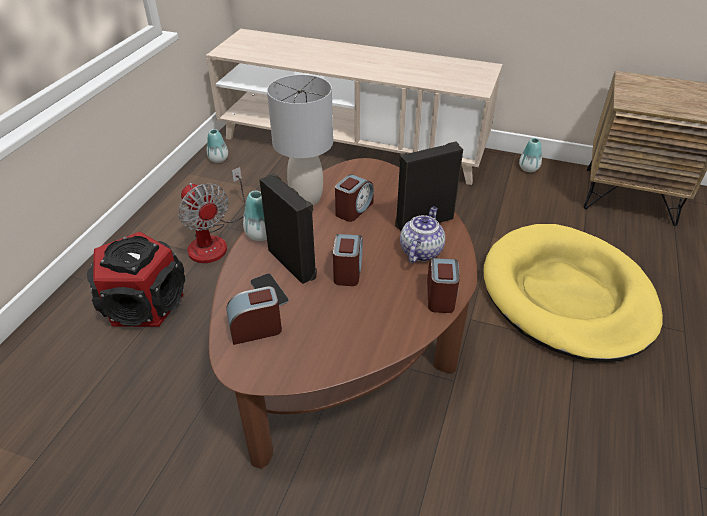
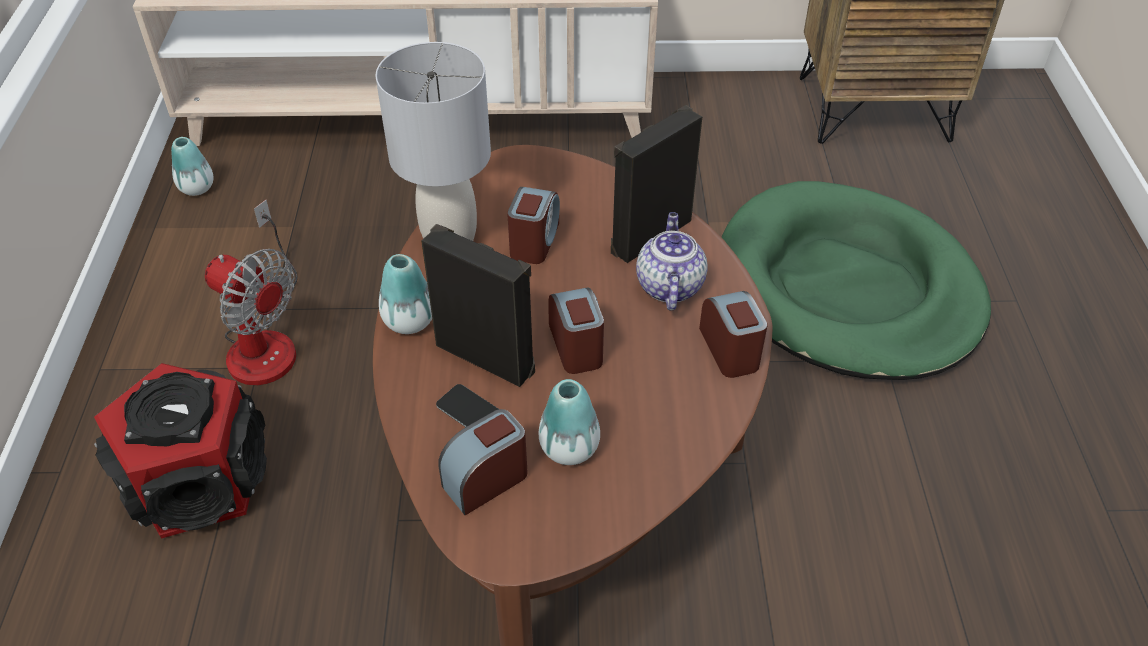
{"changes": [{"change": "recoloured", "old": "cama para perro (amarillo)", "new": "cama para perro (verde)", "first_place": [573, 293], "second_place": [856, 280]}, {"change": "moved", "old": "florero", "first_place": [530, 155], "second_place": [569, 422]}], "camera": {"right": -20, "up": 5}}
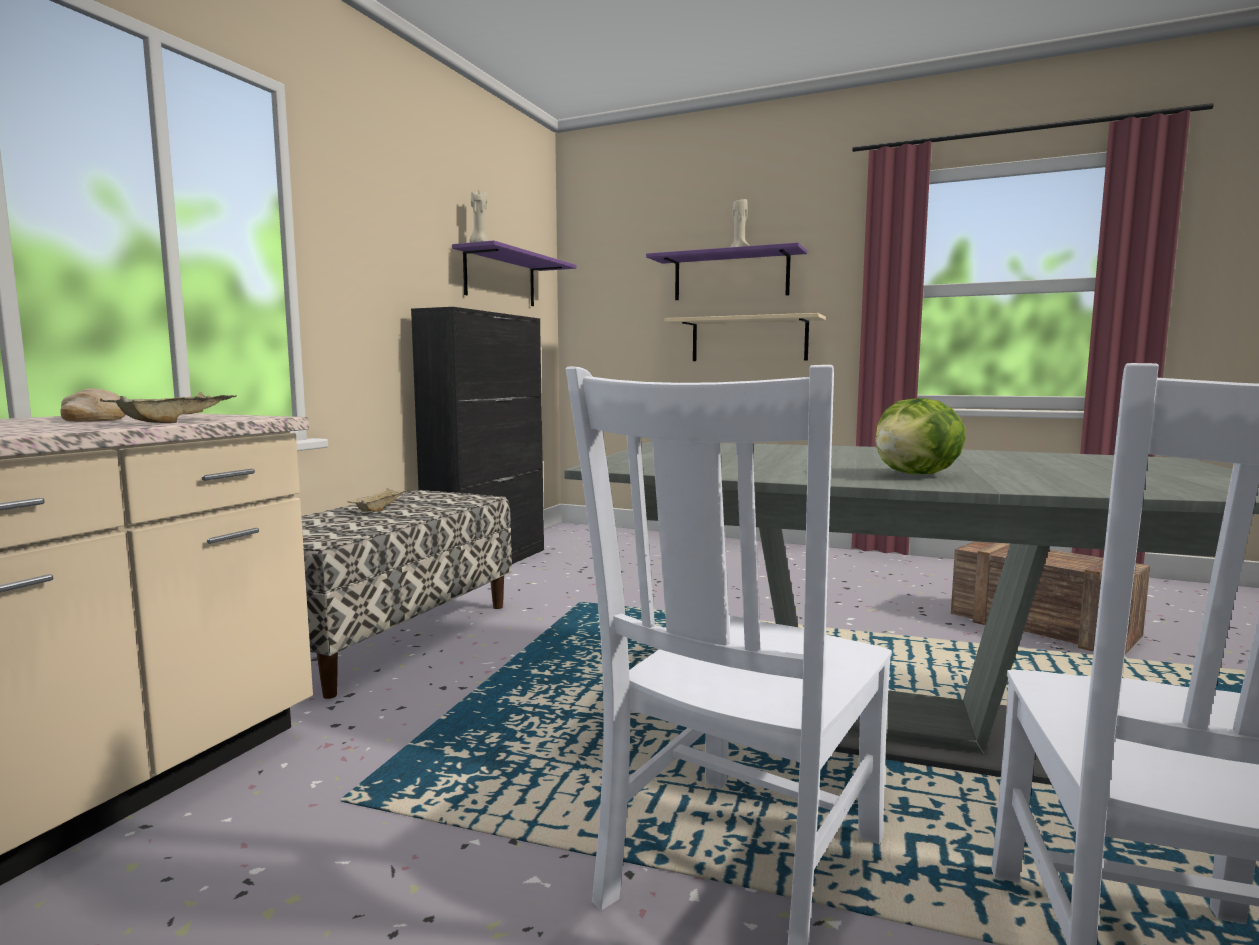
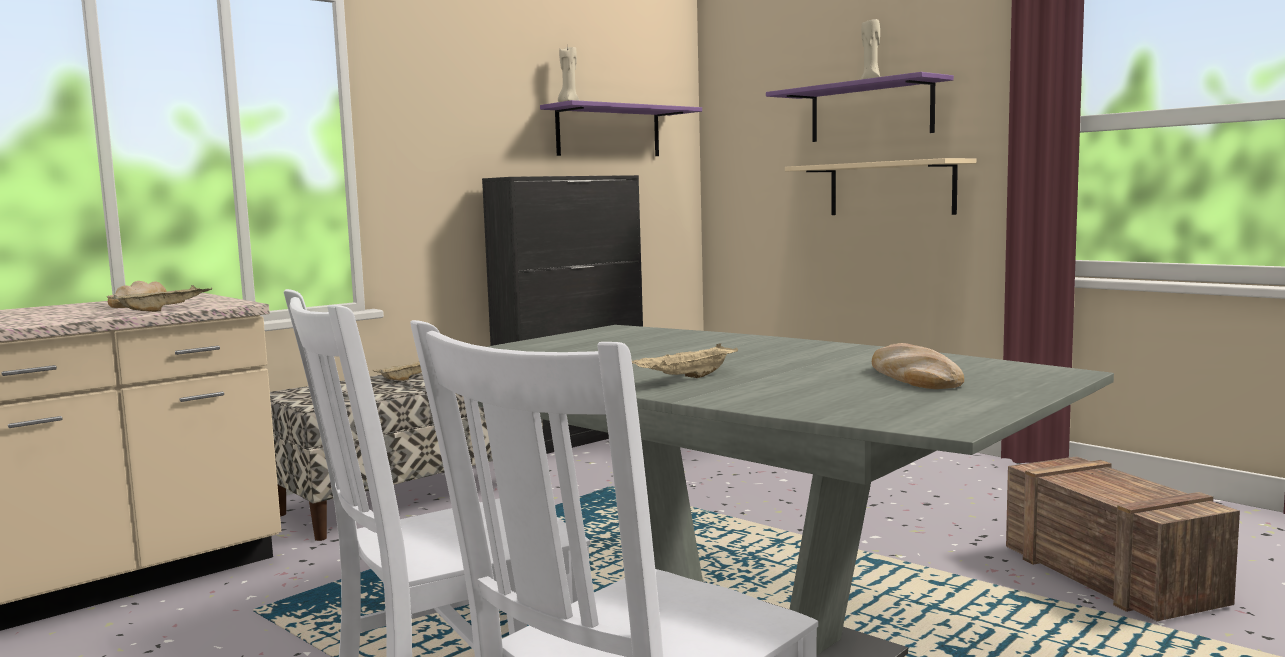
{"changes": [{"change": "replaced", "old": "lechuga", "new": "bandeja (beis)", "first_place": [920, 436], "second_place": [685, 360]}, {"change": "added", "new": "pan", "second_place": [918, 366]}], "camera": {"right": 25, "up": 0}}
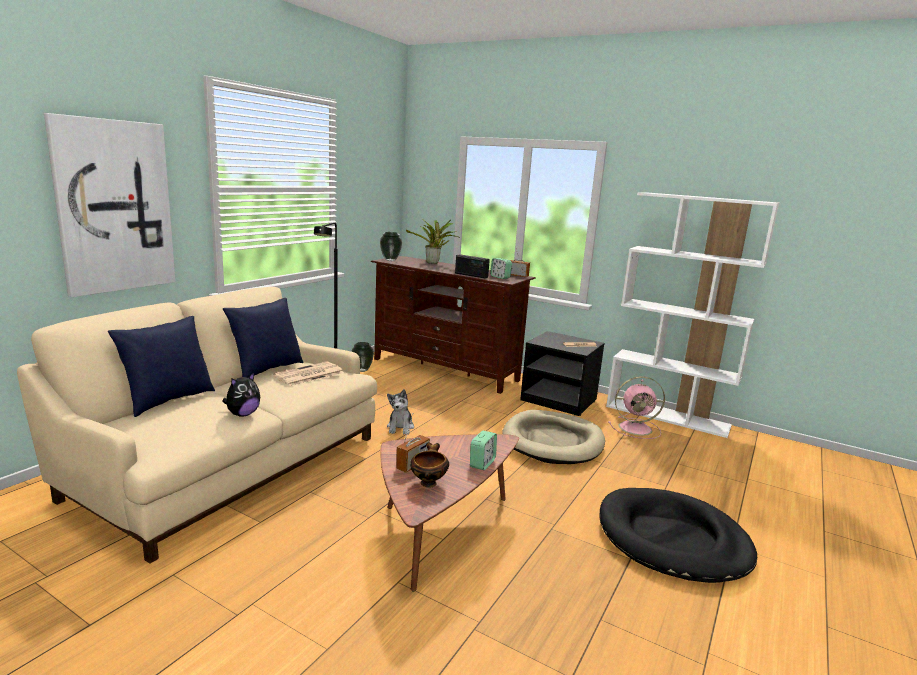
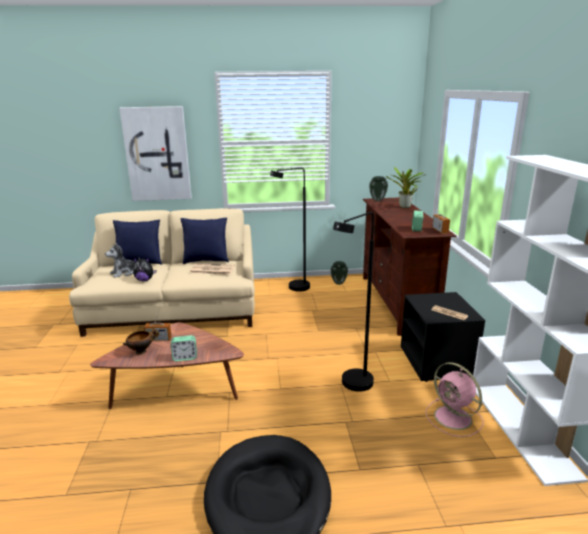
{"changes": [{"change": "moved", "old": "peluche", "first_place": [400, 412], "second_place": [122, 260]}, {"change": "removed", "old": "radio", "first_place": [472, 266]}, {"change": "replaced", "old": "cama para perro (beis)", "new": "lámpara de pie (negro)", "first_place": [553, 437], "second_place": [353, 302]}], "camera": {"right": 55, "up": 5}}
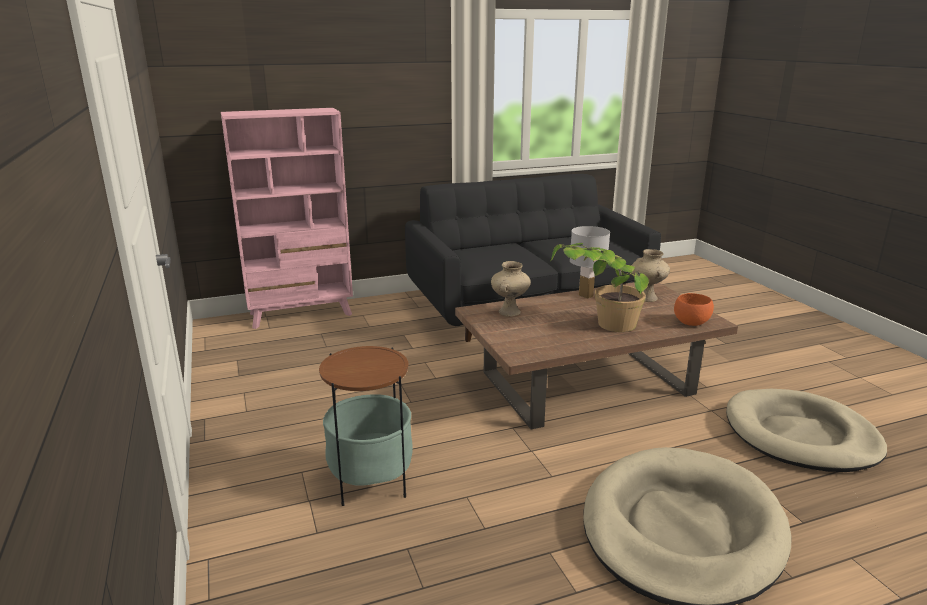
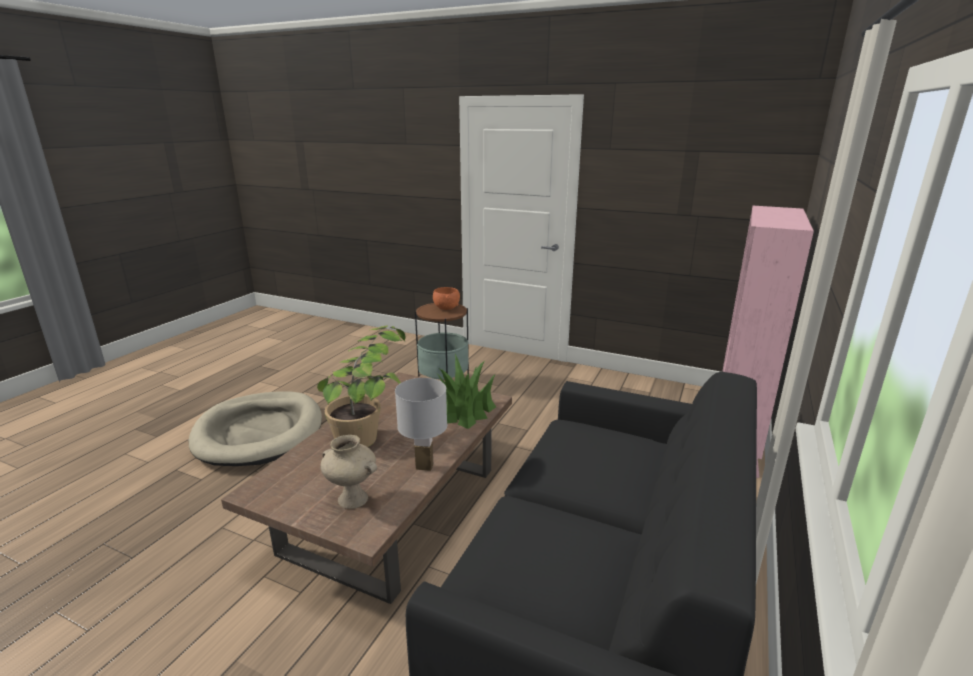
{"changes": [{"change": "replaced", "old": "florero (beis)", "new": "planta en maceta", "first_place": [511, 289], "second_place": [466, 391]}, {"change": "moved", "old": "cuenco (naranja)", "first_place": [694, 309], "second_place": [446, 298]}, {"change": "removed", "old": "cama para perro (beis)", "first_place": [806, 430]}], "camera": {"right": 135, "up": 0}}
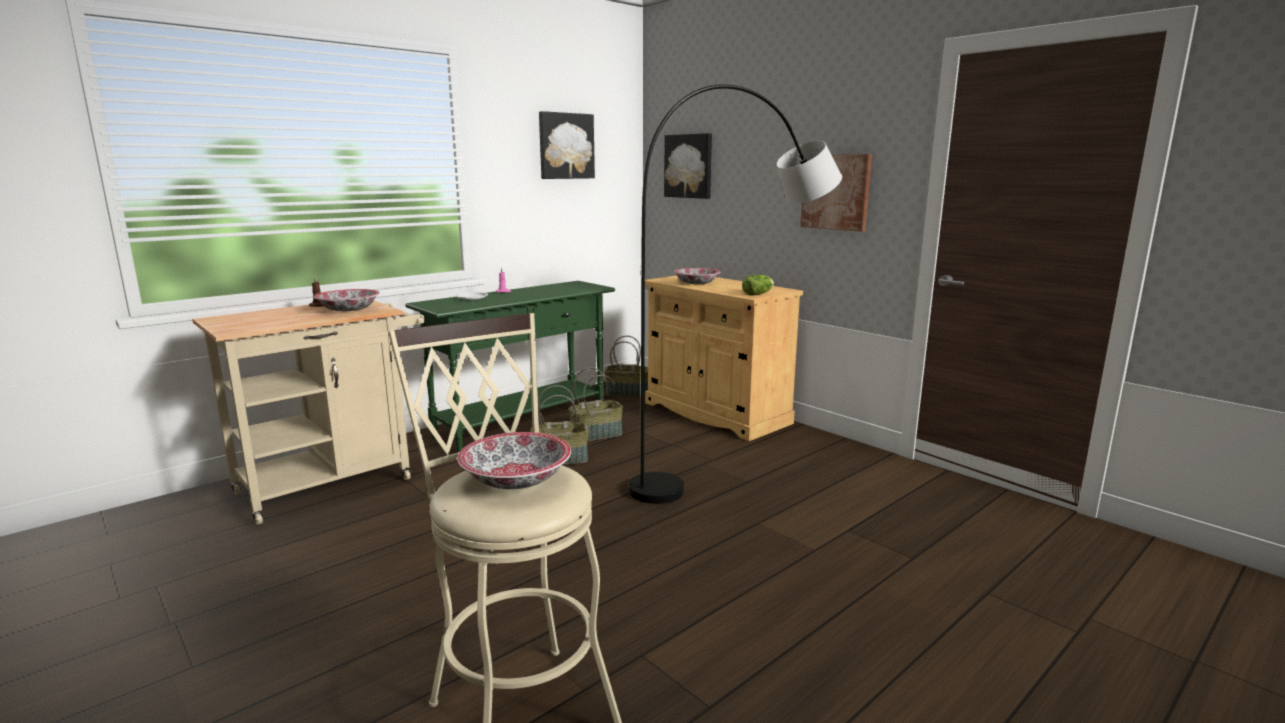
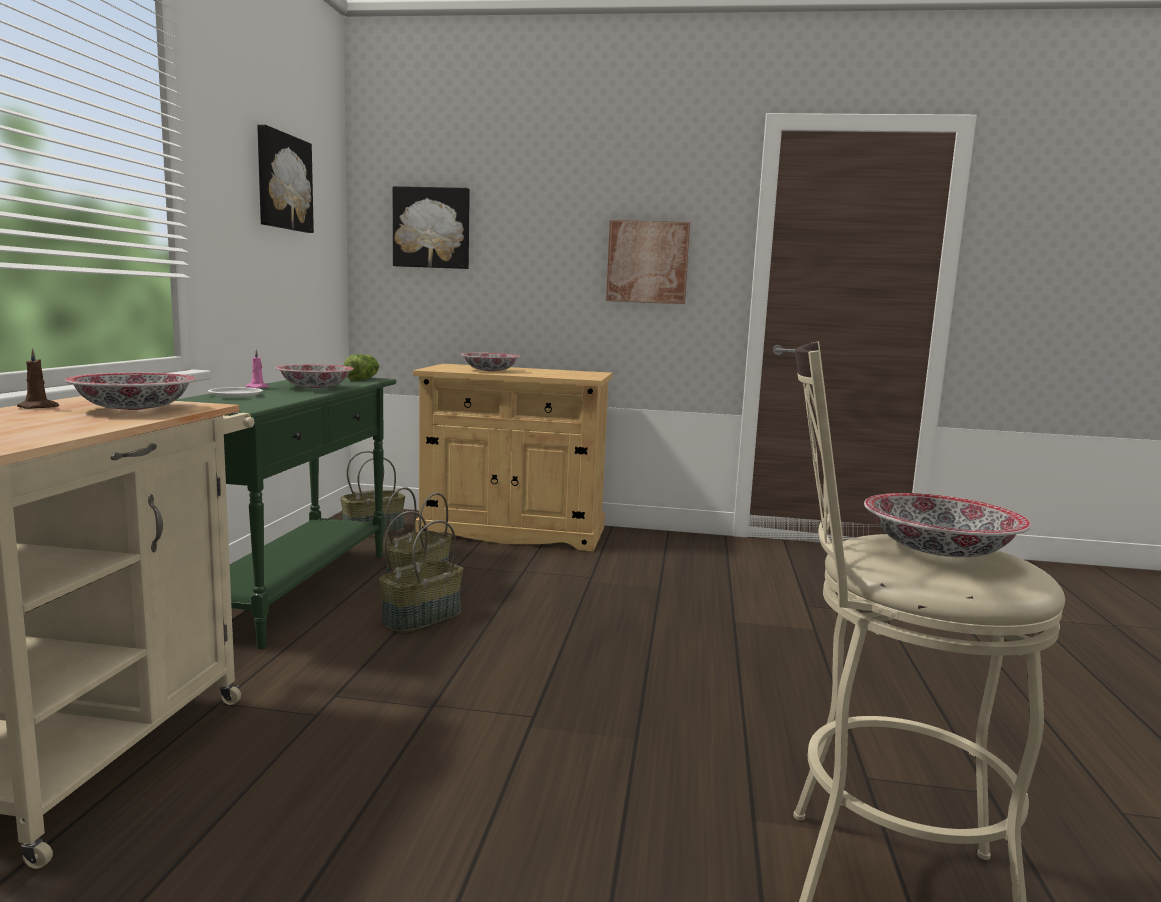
{"changes": [{"change": "removed", "old": "lámpara de pie (negro)", "first_place": [735, 294]}, {"change": "moved", "old": "lechuga", "first_place": [758, 285], "second_place": [361, 367]}, {"change": "added", "new": "cuenco", "second_place": [315, 376]}], "camera": {"right": -40, "up": -5}}
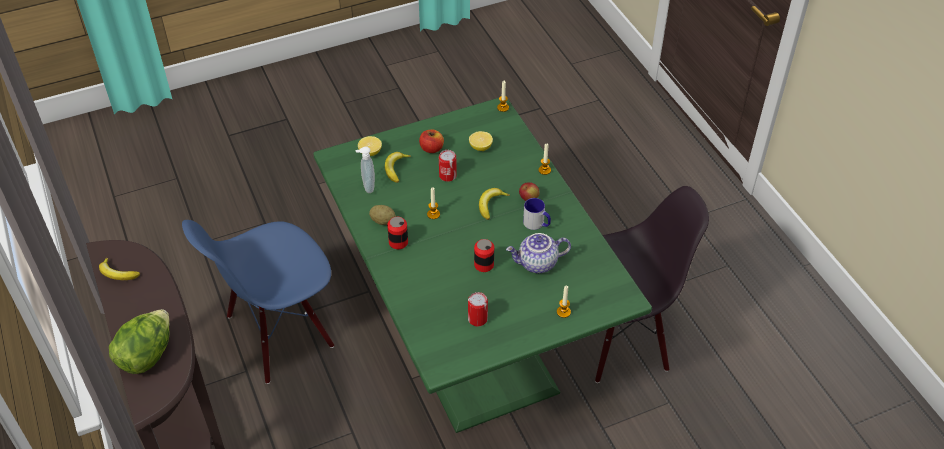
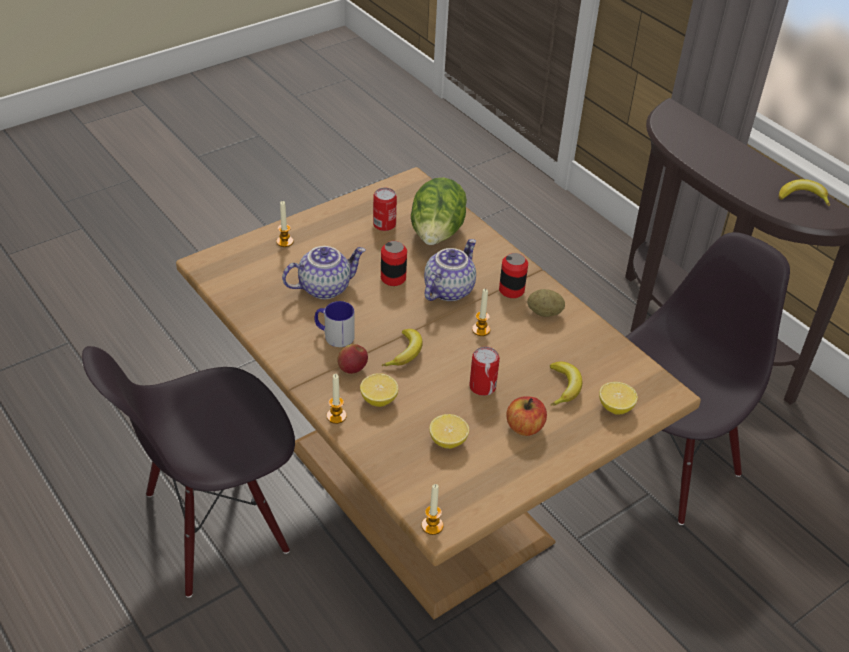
{"changes": [{"change": "moved", "old": "lechuga", "first_place": [139, 341], "second_place": [439, 211]}, {"change": "recoloured", "old": "silla (azul)", "new": "silla (negro)", "first_place": [258, 302], "second_place": [708, 378]}, {"change": "recoloured", "old": "mesa de comedor (verde)", "new": "mesa de comedor (marrón)", "first_place": [482, 265], "second_place": [438, 393]}, {"change": "removed", "old": "dispensador de jabón", "first_place": [365, 169]}, {"change": "added", "new": "limón", "second_place": [379, 390]}, {"change": "added", "new": "tetera", "second_place": [450, 270]}], "camera": {"right": 165, "up": -5}}
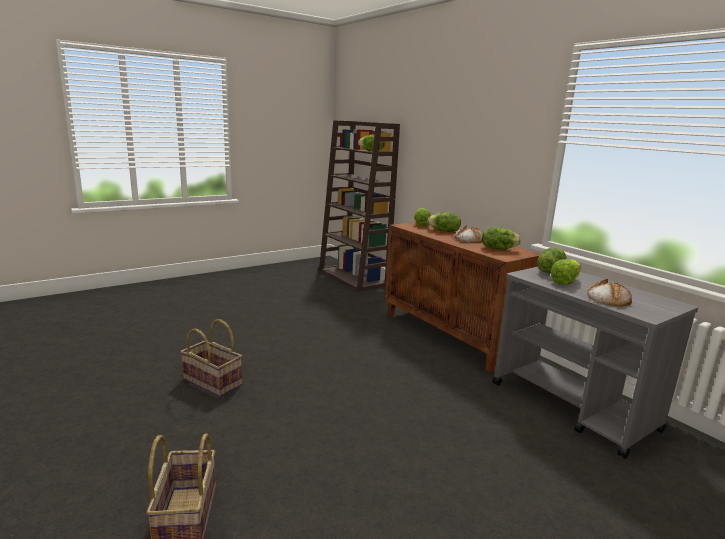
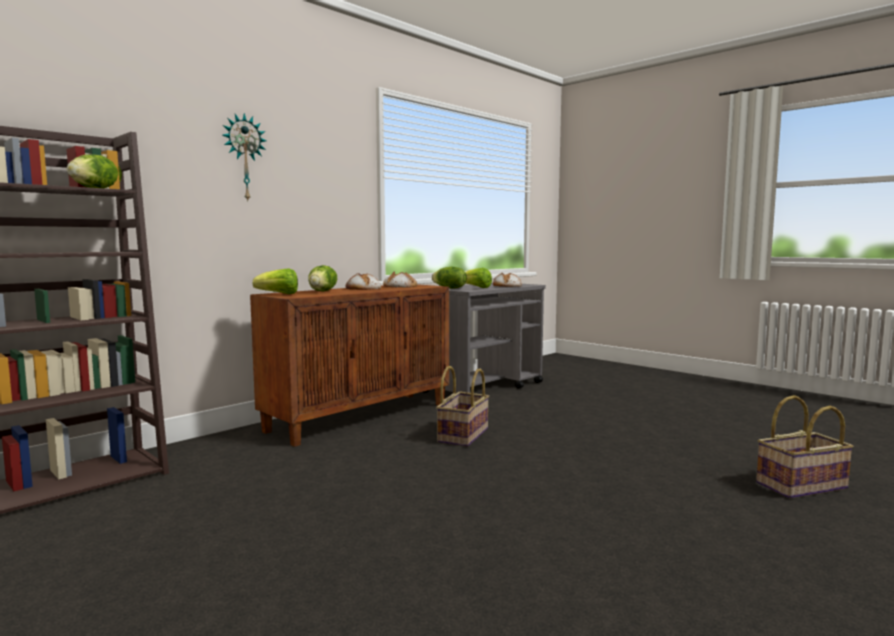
{"changes": [{"change": "moved", "old": "cesta", "first_place": [211, 358], "second_place": [462, 406]}, {"change": "replaced", "old": "lechuga", "new": "pan", "first_place": [501, 238], "second_place": [400, 279]}, {"change": "added", "new": "reloj de pared", "second_place": [245, 157]}], "camera": {"right": -100, "up": -10}}
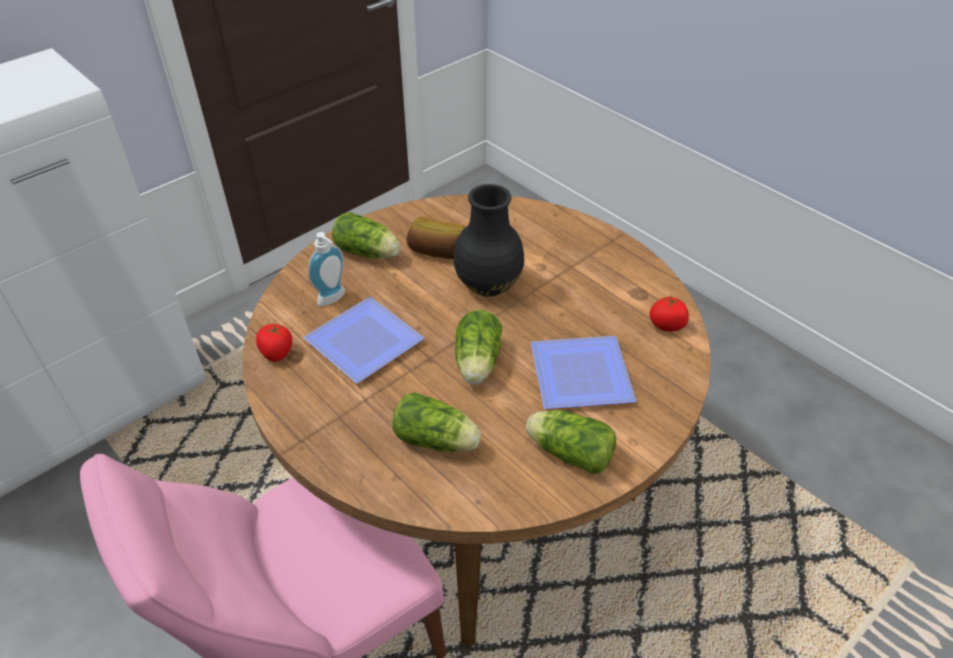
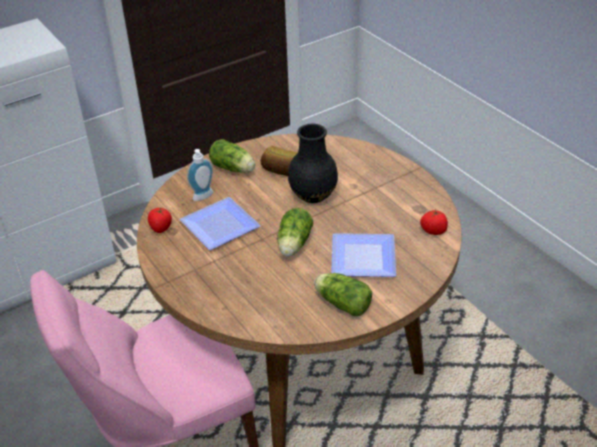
{"changes": [{"change": "removed", "old": "lechuga", "first_place": [436, 422]}], "camera": {"right": 10, "up": -5}}
